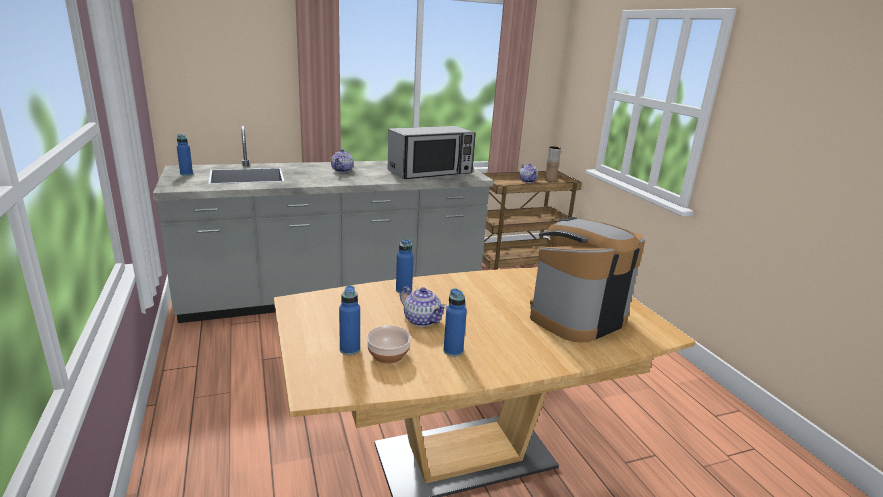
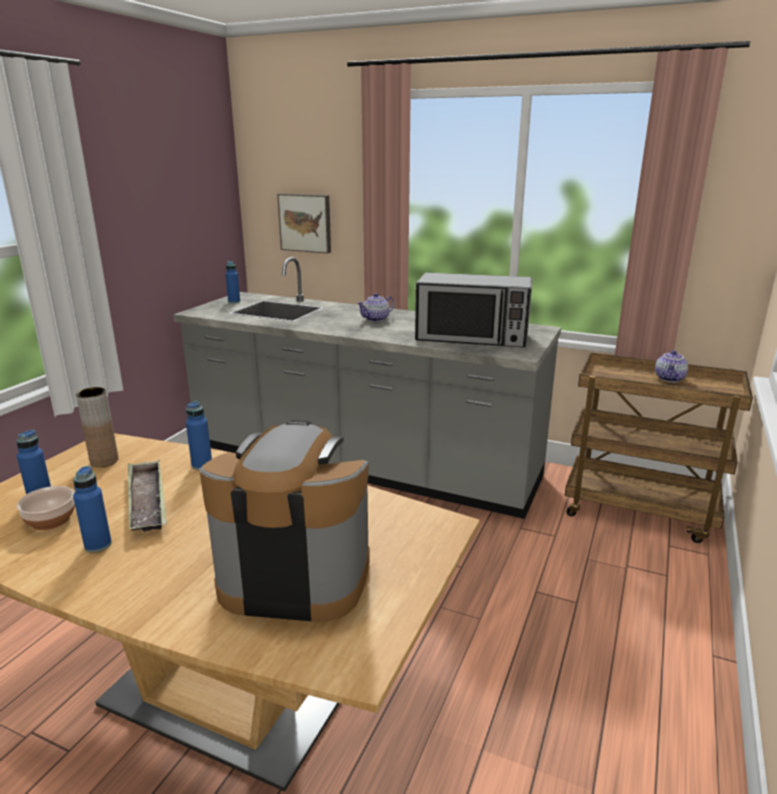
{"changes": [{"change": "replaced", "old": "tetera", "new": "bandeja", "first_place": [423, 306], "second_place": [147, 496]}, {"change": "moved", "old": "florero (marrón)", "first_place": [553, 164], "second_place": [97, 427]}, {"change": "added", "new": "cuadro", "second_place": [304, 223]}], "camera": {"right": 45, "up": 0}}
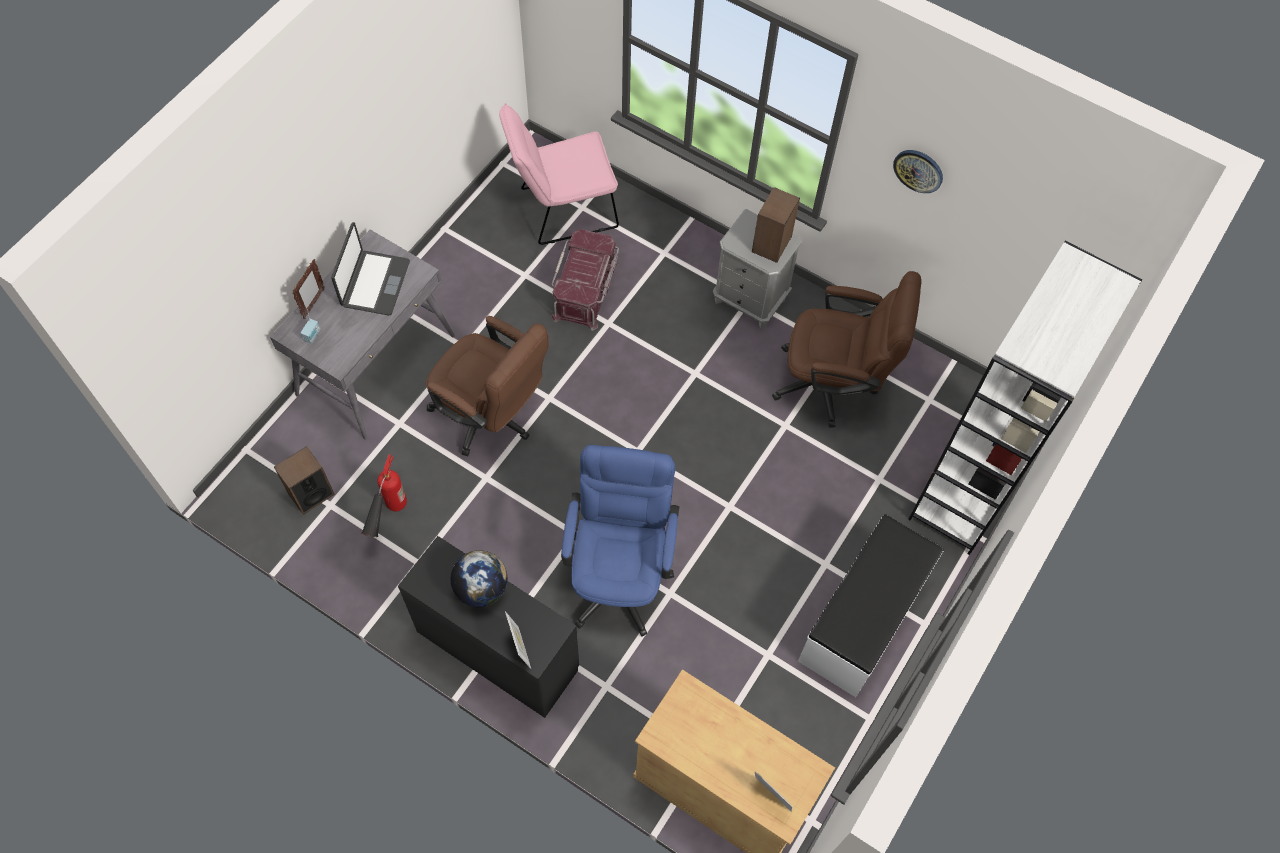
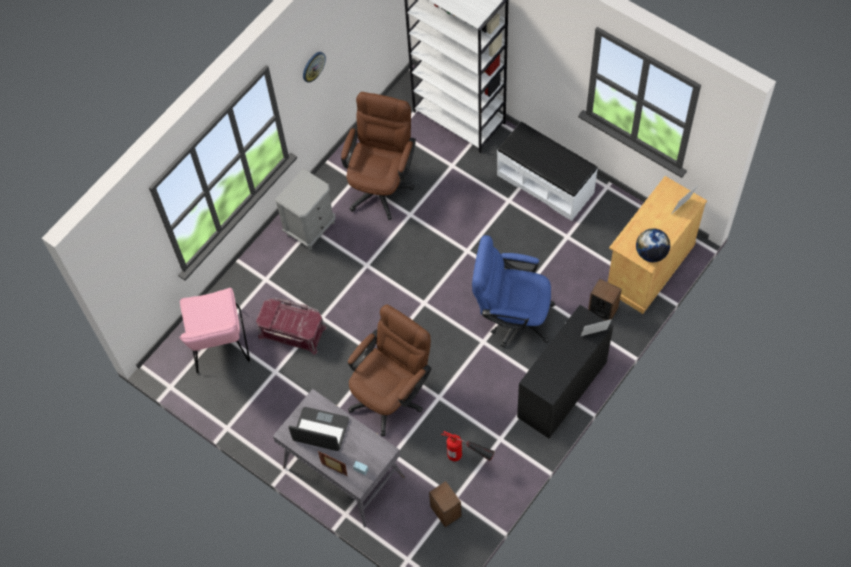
{"changes": [{"change": "moved", "old": "globo terráqueo", "first_place": [479, 578], "second_place": [653, 245]}, {"change": "moved", "old": "altavoz", "first_place": [776, 225], "second_place": [605, 299]}], "camera": {"right": -80, "up": 0}}
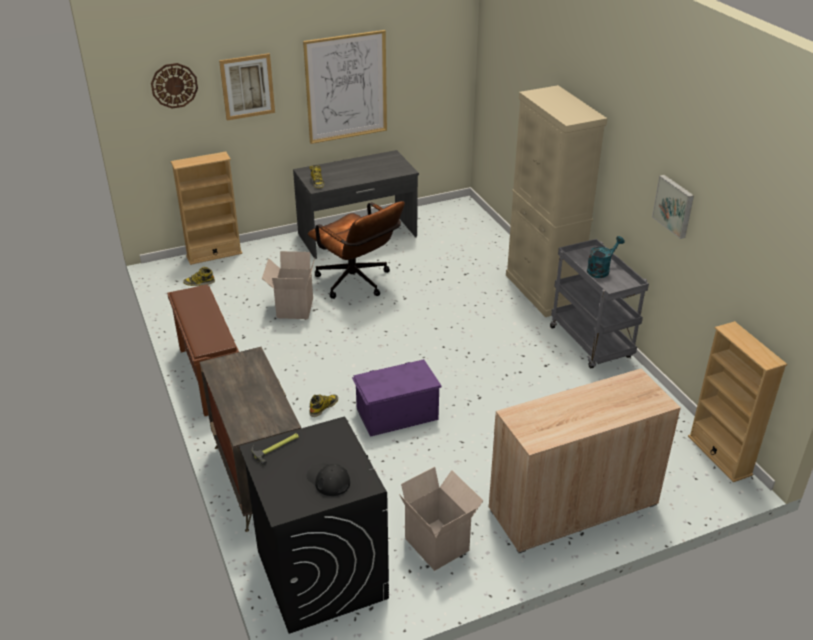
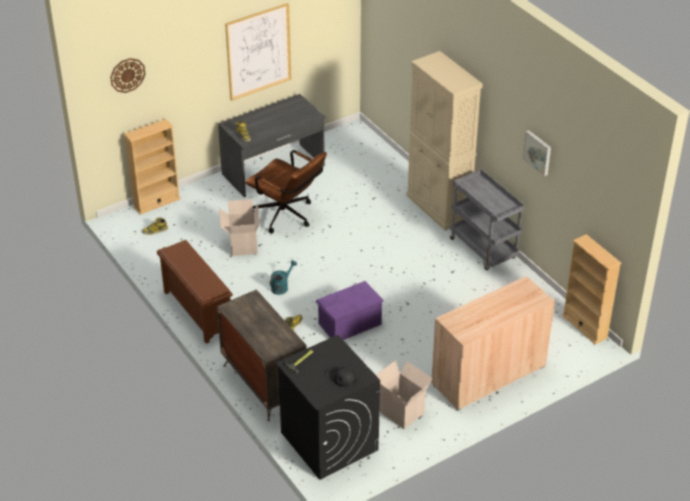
{"changes": [{"change": "removed", "old": "cuadro", "first_place": [247, 86]}, {"change": "moved", "old": "regadera (turquesa)", "first_place": [606, 257], "second_place": [283, 277]}], "camera": {"right": -10, "up": 5}}
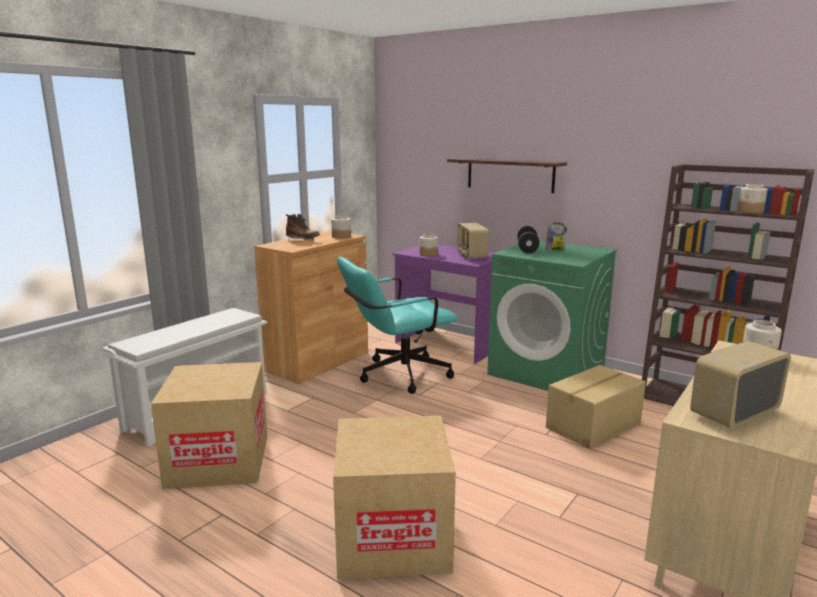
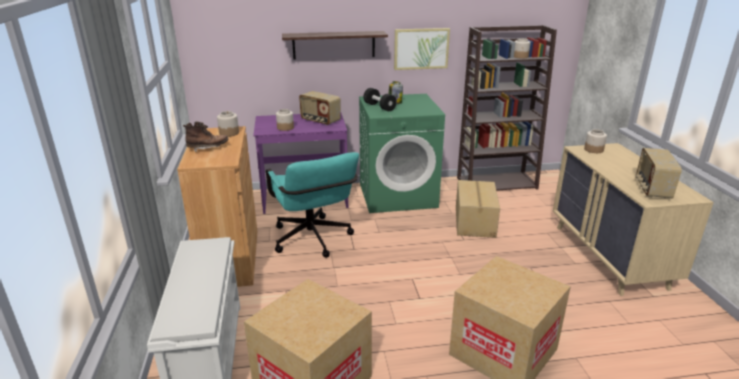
{"changes": [{"change": "turned", "old": "silla de oficina (turquesa)", "first_place": [397, 325], "second_place": [312, 205], "degrees": -45}, {"change": "added", "new": "cuadro", "second_place": [422, 49]}], "camera": {"right": -45, "up": 10}}
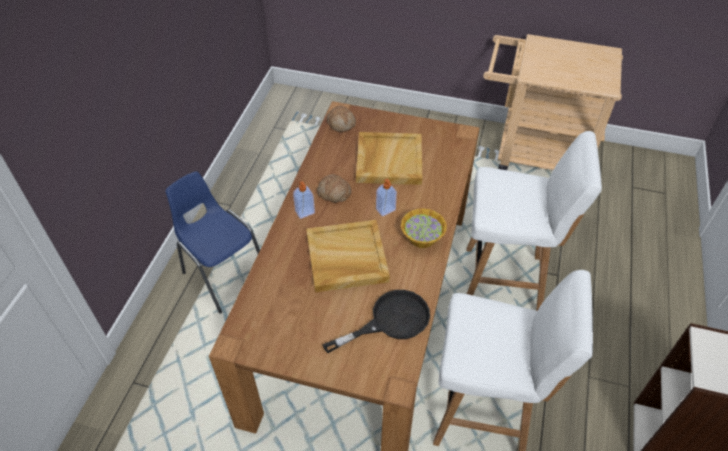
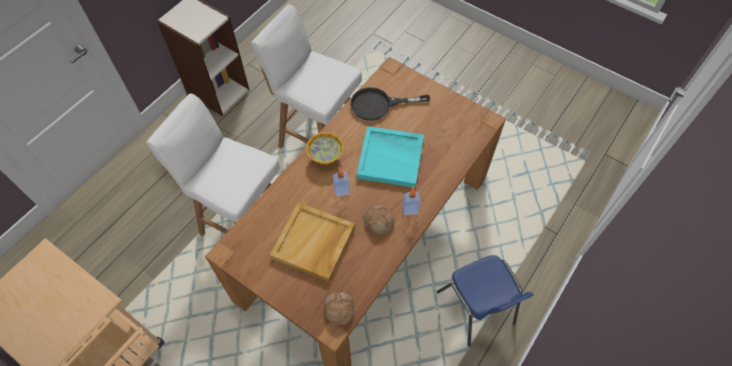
{"changes": [{"change": "recoloured", "old": "bandeja (beis)", "new": "bandeja (turquesa)", "first_place": [348, 256], "second_place": [390, 157]}], "camera": {"right": -160, "up": 10}}
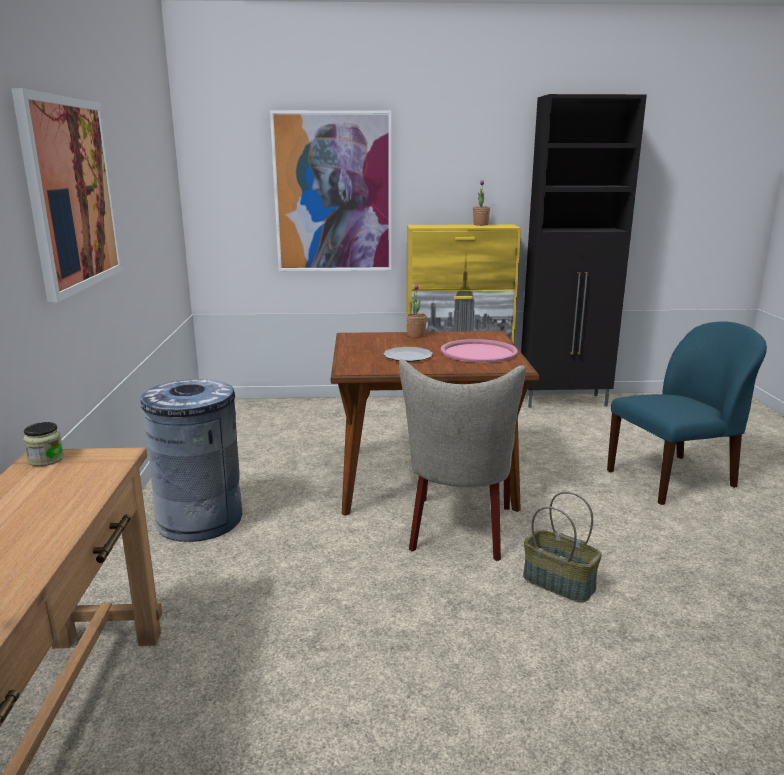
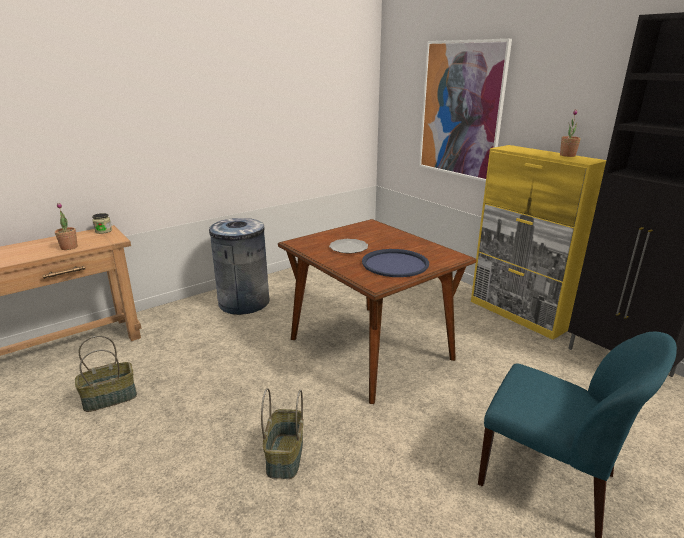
{"changes": [{"change": "removed", "old": "cuadro", "first_place": [67, 195]}, {"change": "removed", "old": "silla (beis)", "first_place": [462, 460]}, {"change": "moved", "old": "planta en maceta", "first_place": [416, 310], "second_place": [66, 226]}, {"change": "recoloured", "old": "bandeja (rosa)", "new": "bandeja (azul)", "first_place": [479, 351], "second_place": [395, 263]}, {"change": "added", "new": "cesta", "second_place": [106, 374]}], "camera": {"right": 55, "up": 5}}
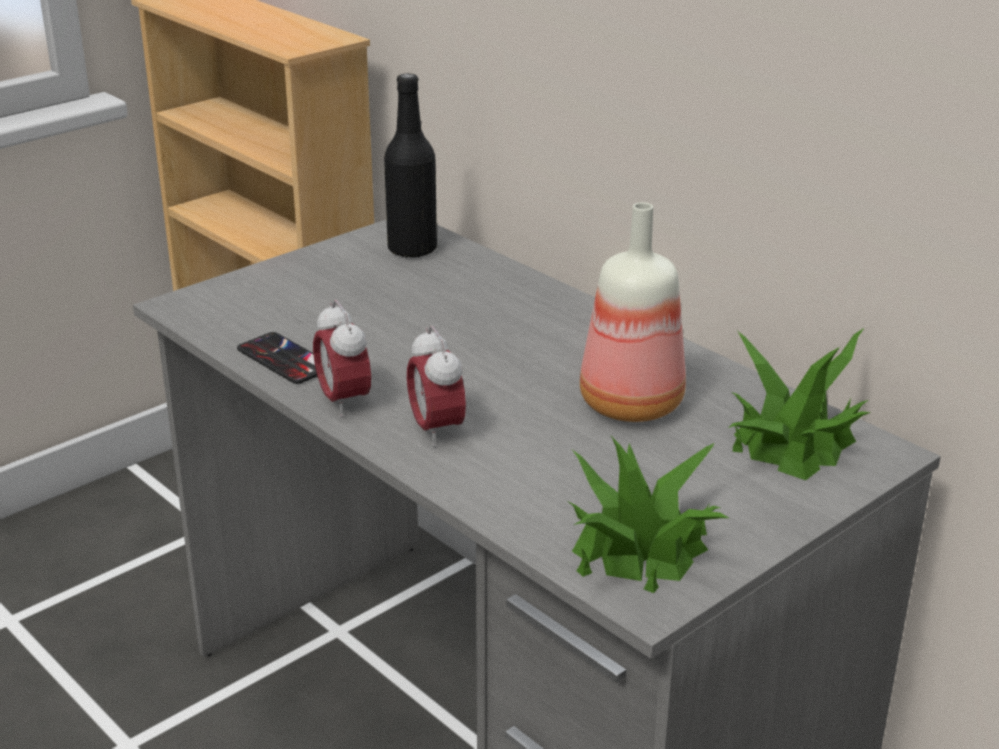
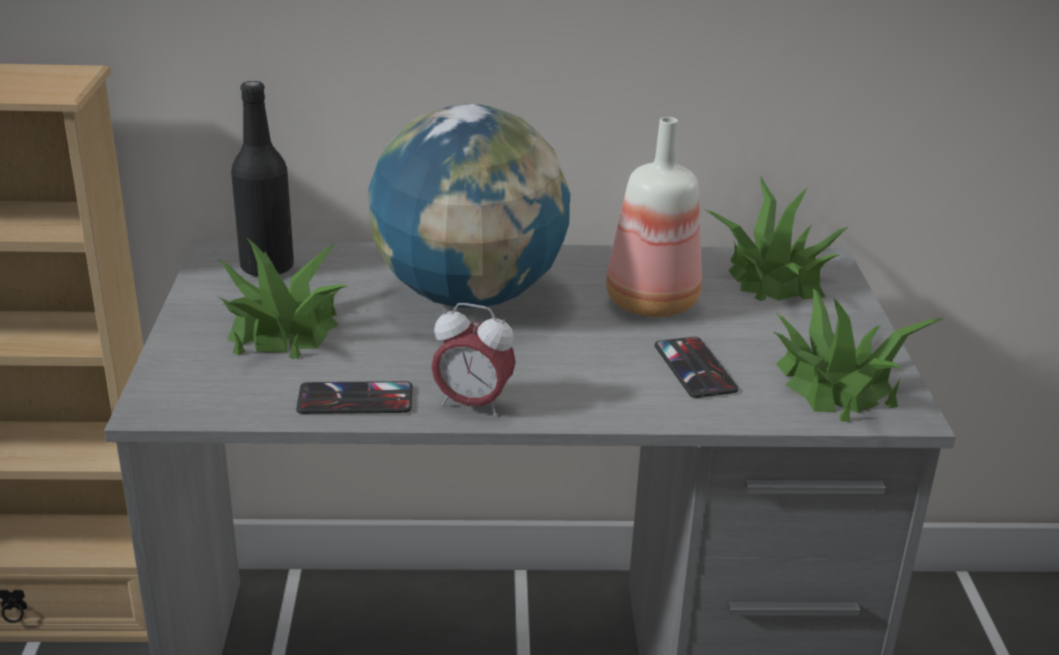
{"changes": [{"change": "removed", "old": "despertador", "first_place": [436, 386]}, {"change": "added", "new": "planta en maceta", "second_place": [283, 298]}, {"change": "added", "new": "globo terráqueo", "second_place": [469, 206]}, {"change": "added", "new": "móvil", "second_place": [696, 367]}], "camera": {"right": -50, "up": 0}}
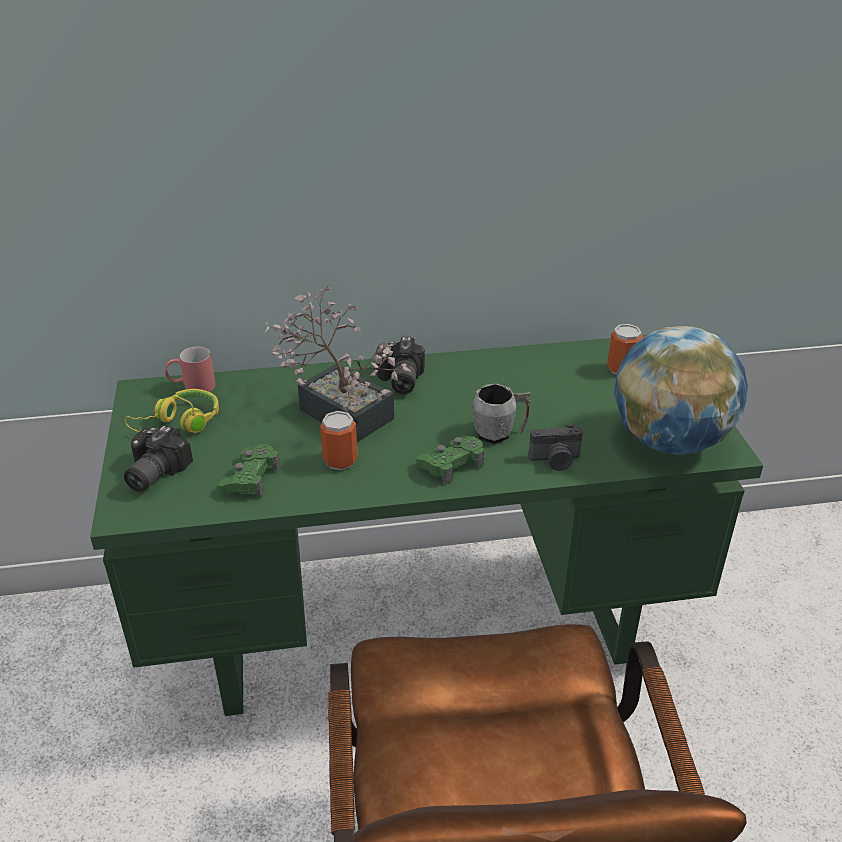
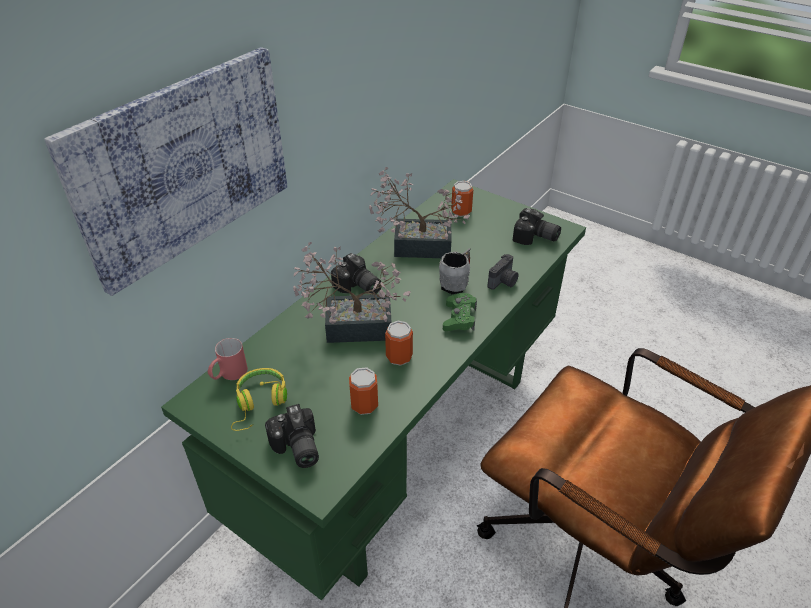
{"changes": [{"change": "replaced", "old": "mando de consola (verde)", "new": "lata", "first_place": [248, 471], "second_place": [363, 391]}, {"change": "replaced", "old": "globo terráqueo", "new": "cámara", "first_place": [681, 390], "second_place": [536, 226]}, {"change": "added", "new": "cuadro", "second_place": [165, 171]}, {"change": "added", "new": "planta en maceta", "second_place": [419, 212]}], "camera": {"right": -45, "up": 5}}
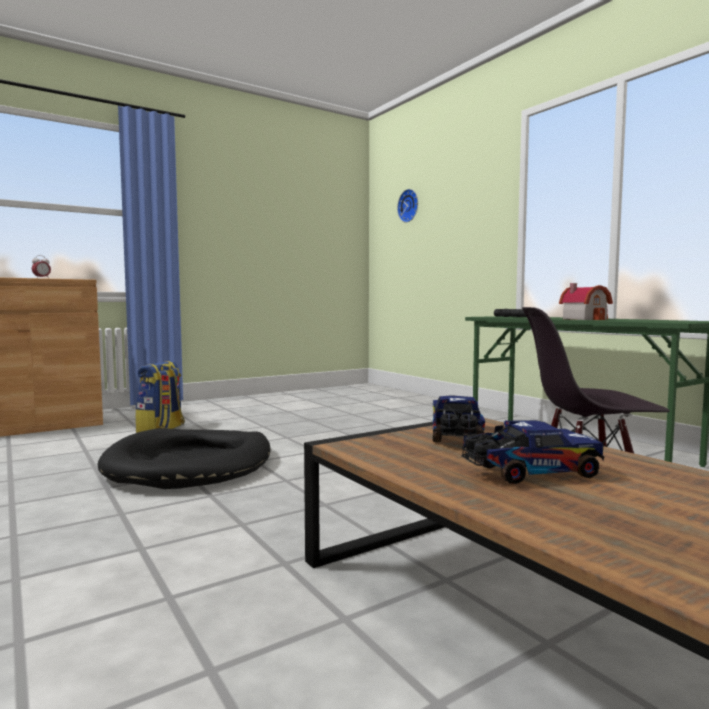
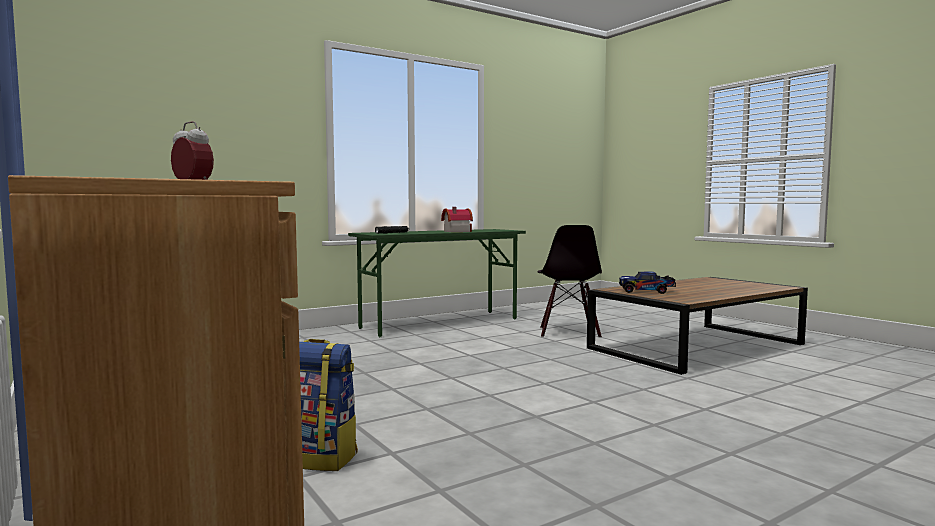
{"changes": [{"change": "removed", "old": "cama para perro (negro)", "first_place": [184, 458]}, {"change": "removed", "old": "reloj de pared", "first_place": [407, 205]}, {"change": "removed", "old": "camión de juguete", "first_place": [532, 452]}], "camera": {"right": -90, "up": 0}}
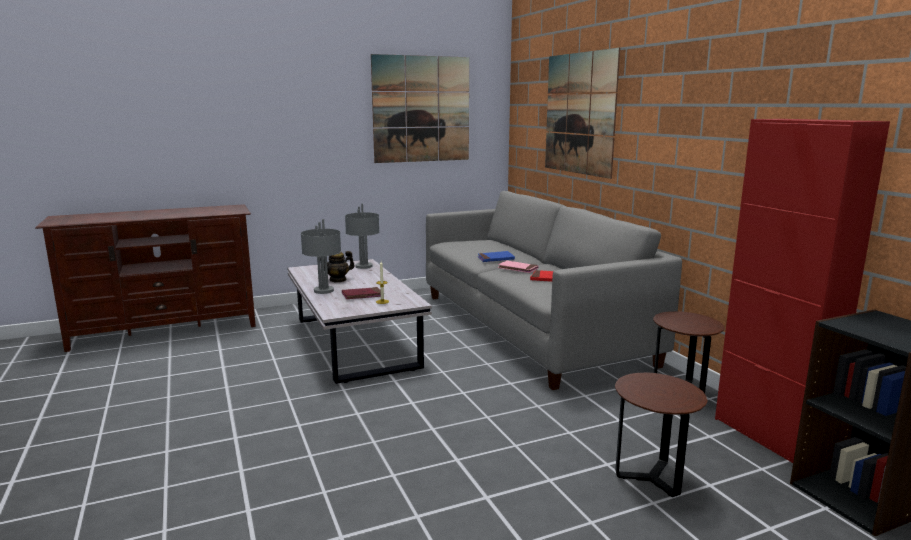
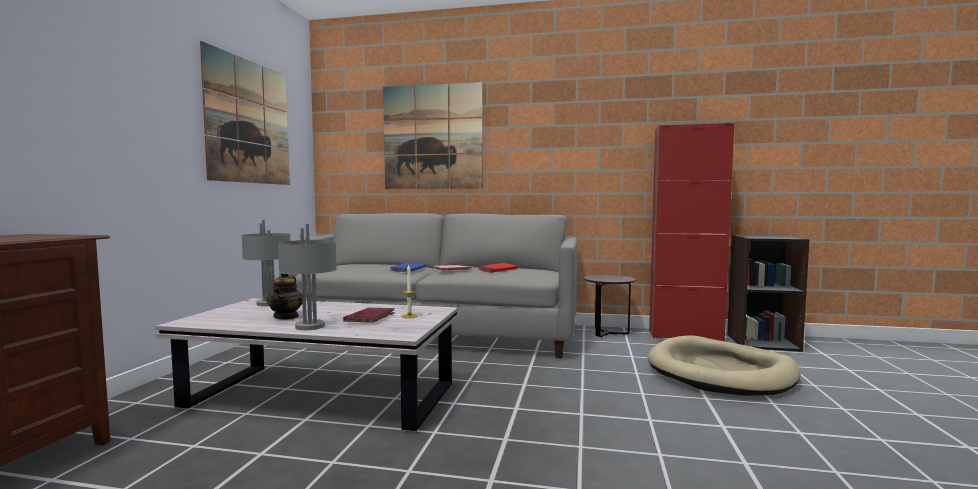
{"changes": [{"change": "replaced", "old": "mesa auxiliar (marrón)", "new": "cama para perro (beis)", "first_place": [661, 435], "second_place": [724, 365]}], "camera": {"right": -55, "up": -10}}
